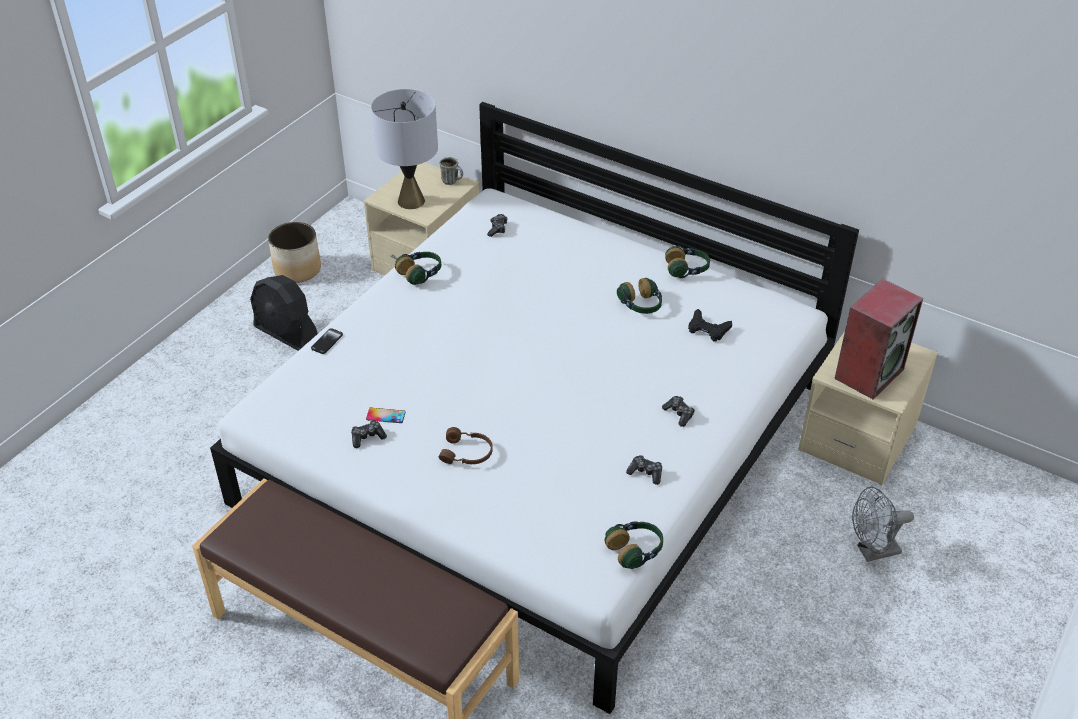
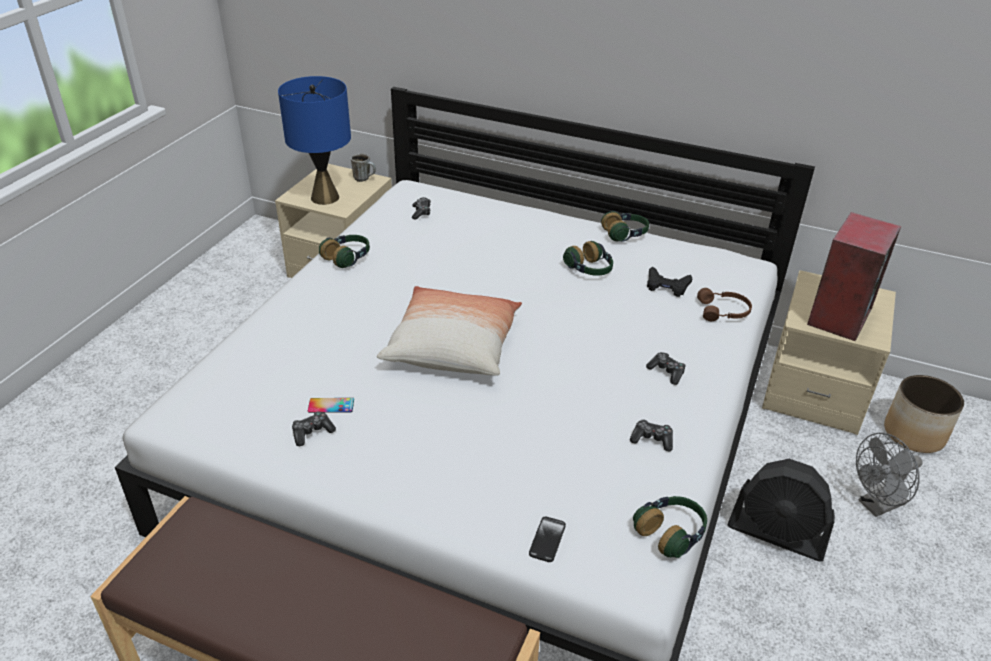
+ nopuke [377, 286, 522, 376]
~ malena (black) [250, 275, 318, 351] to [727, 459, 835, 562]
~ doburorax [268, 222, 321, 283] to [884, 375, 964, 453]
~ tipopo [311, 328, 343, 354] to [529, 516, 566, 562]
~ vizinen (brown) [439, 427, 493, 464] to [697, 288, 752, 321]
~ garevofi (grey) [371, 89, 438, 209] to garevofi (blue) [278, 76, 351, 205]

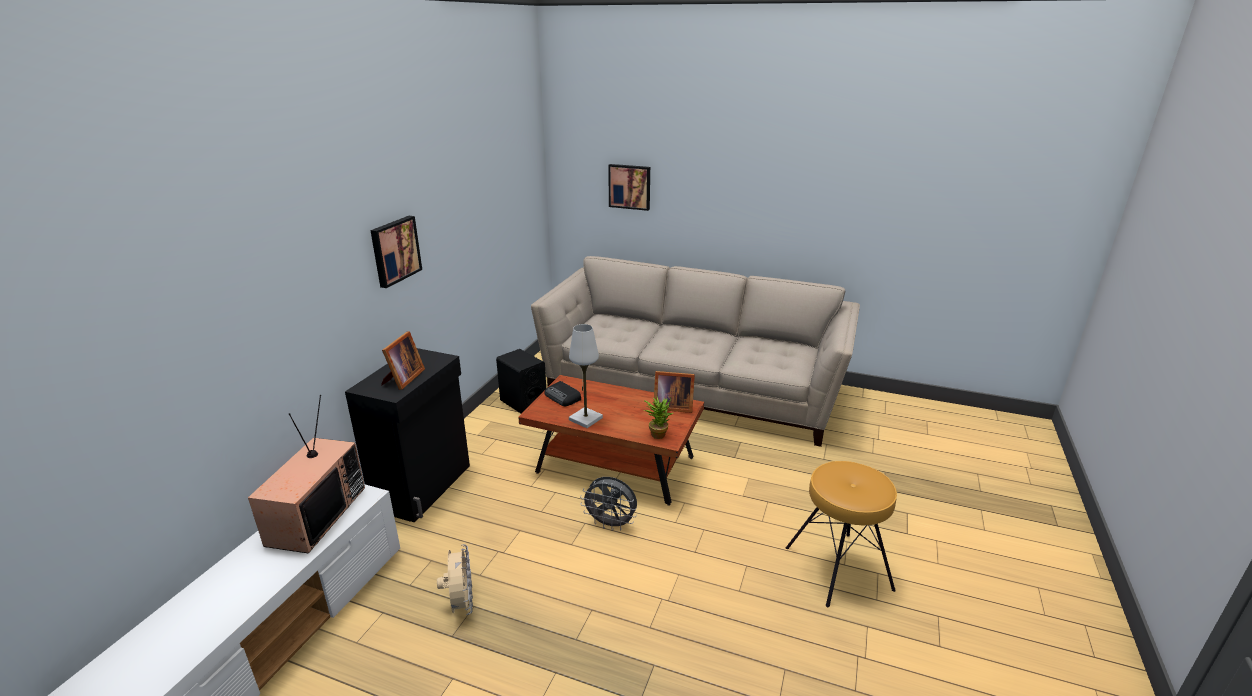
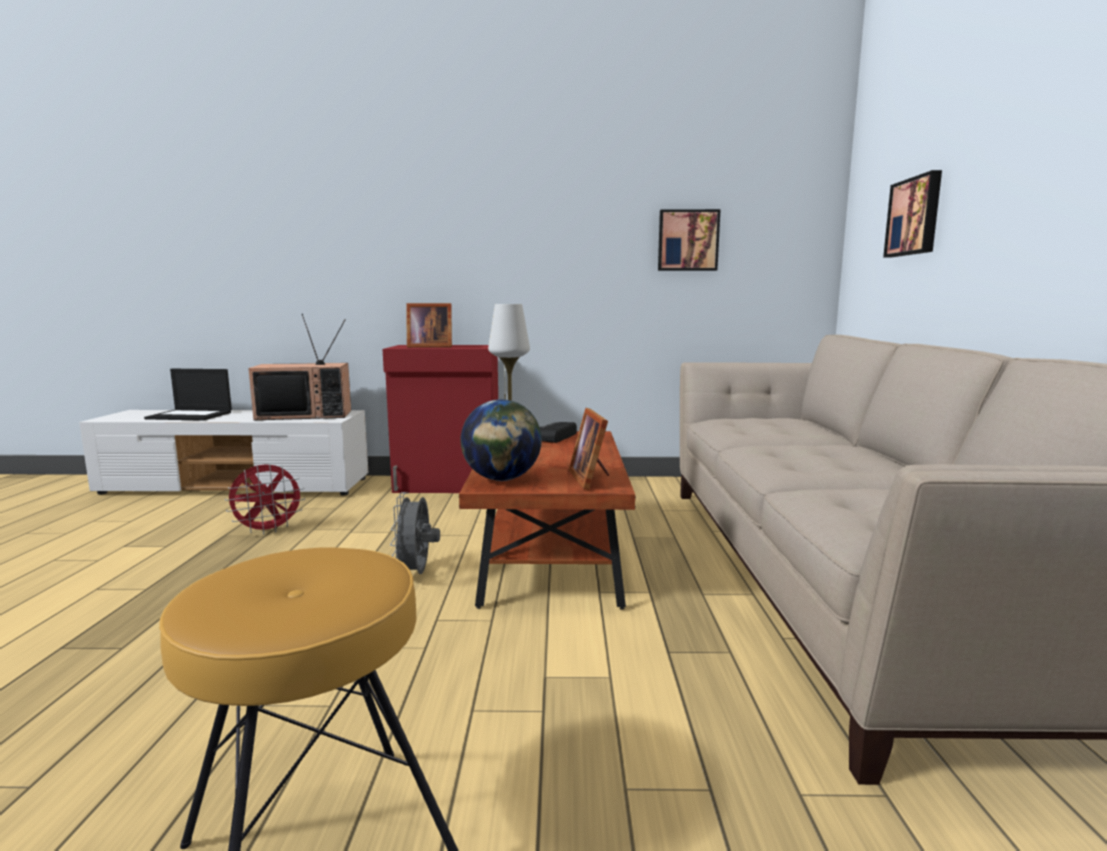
- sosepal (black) [496, 349, 546, 414]
+ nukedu [144, 369, 232, 421]
~ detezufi [370, 216, 422, 288] to [658, 209, 721, 271]
~ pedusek [644, 396, 673, 439] to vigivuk [461, 399, 542, 481]
~ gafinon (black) [345, 348, 470, 522] to gafinon (red) [383, 345, 498, 493]
~ malena (beige) [437, 544, 473, 615] to malena (red) [225, 463, 305, 535]

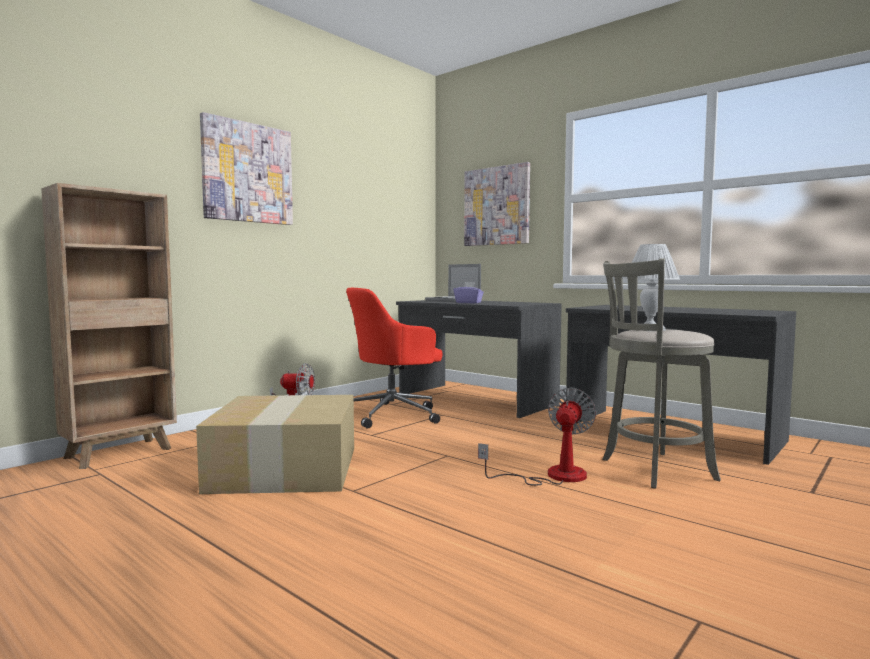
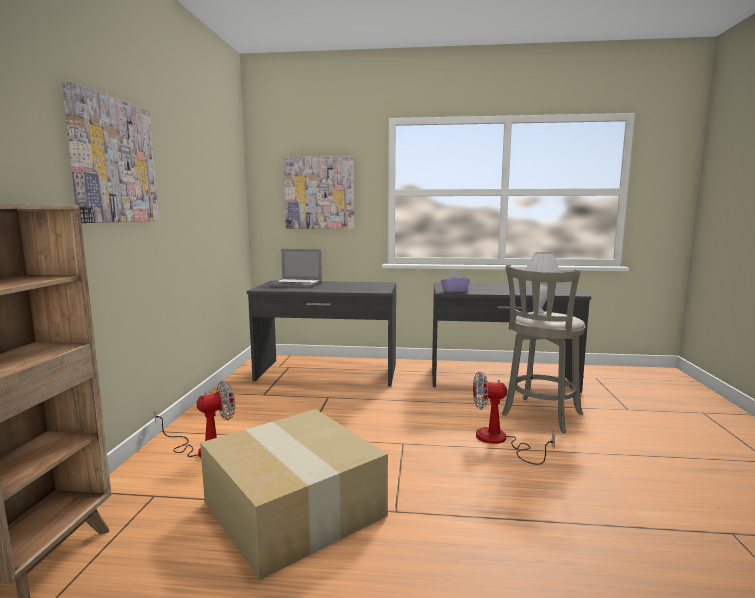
- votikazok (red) [346, 288, 442, 428]
~ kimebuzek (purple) [453, 282, 484, 303] to [441, 271, 470, 293]
~ malena [478, 388, 596, 486] = [473, 371, 555, 465] 75 degrees counterclockwise

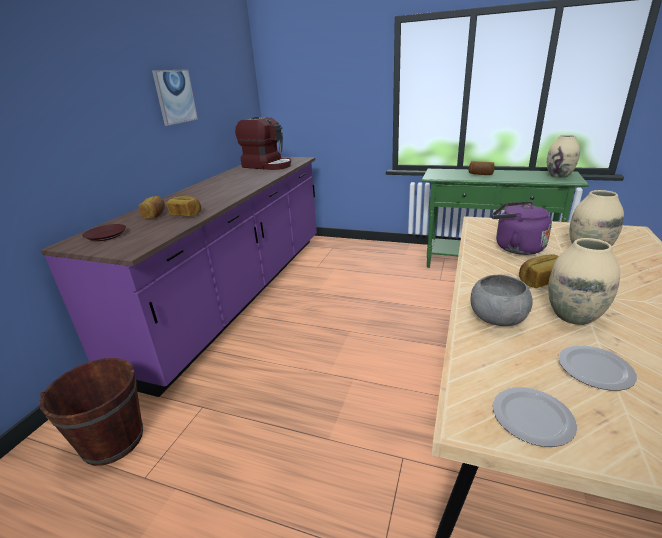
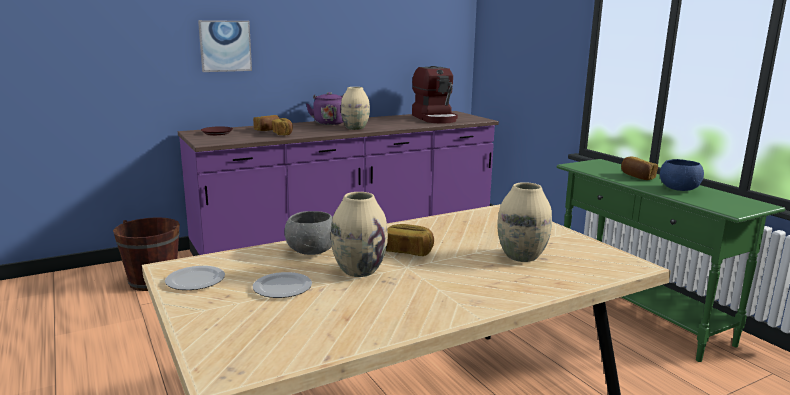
+ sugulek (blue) [660, 159, 704, 191]
~ detezufi [152, 69, 198, 126] to [198, 20, 252, 72]
~ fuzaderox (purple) [492, 201, 552, 255] to [306, 92, 344, 125]
~ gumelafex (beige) [547, 135, 580, 178] to [341, 87, 370, 130]

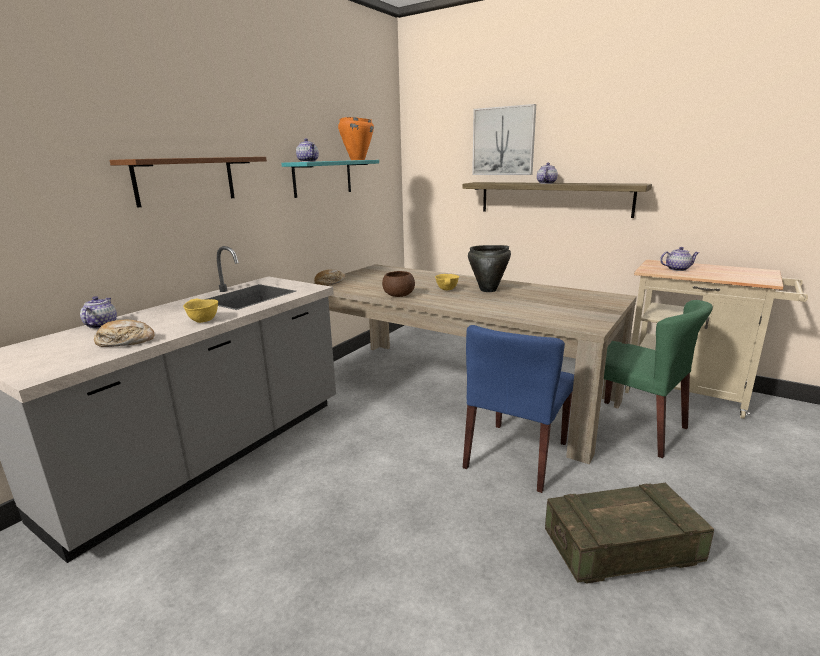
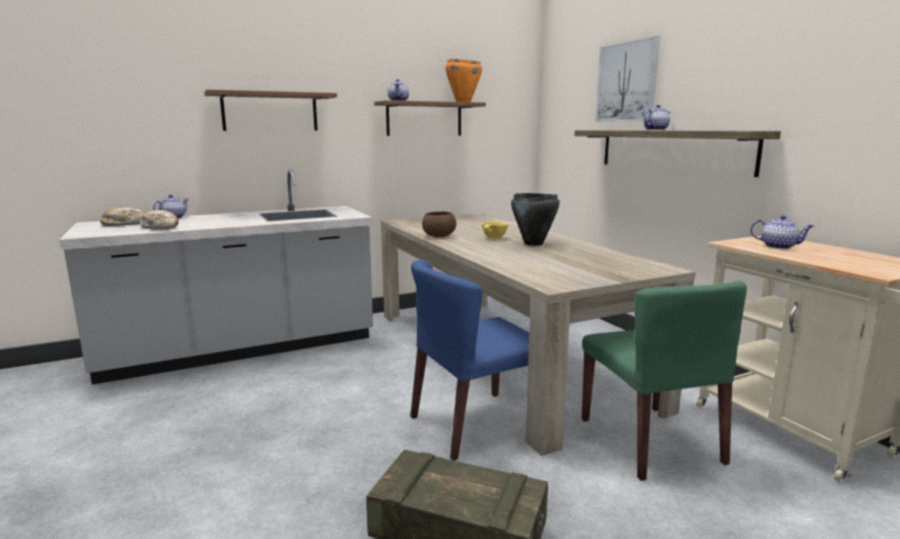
- sugulek (yellow) [183, 299, 218, 323]
~ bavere [314, 269, 345, 286] to [100, 207, 145, 226]
~ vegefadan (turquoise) [281, 160, 379, 198] to vegefadan (brown) [374, 100, 486, 136]

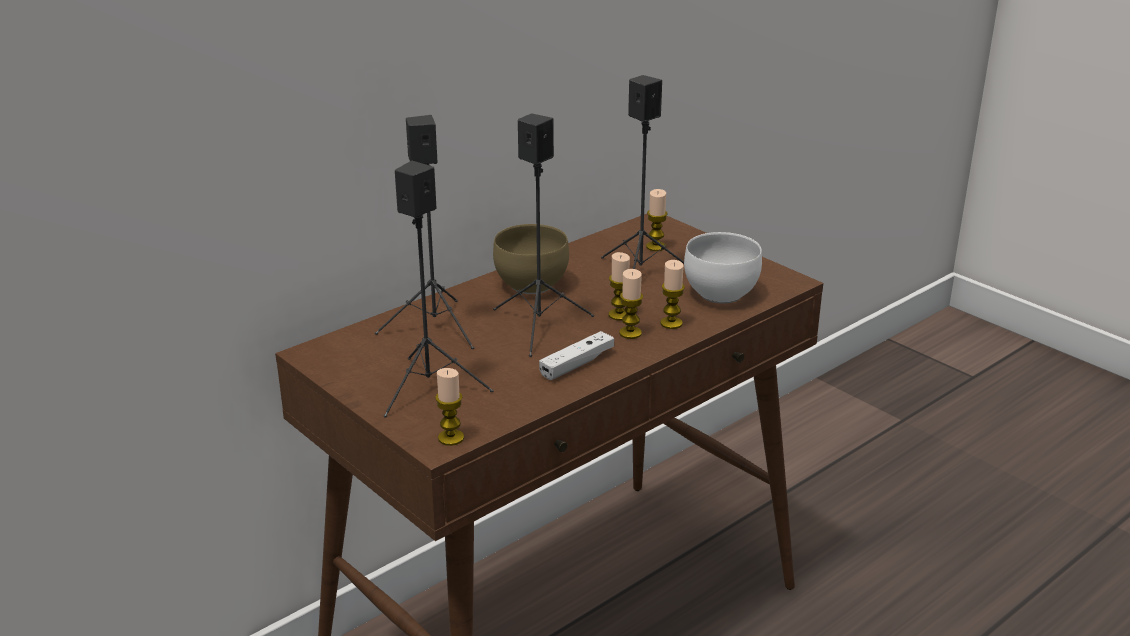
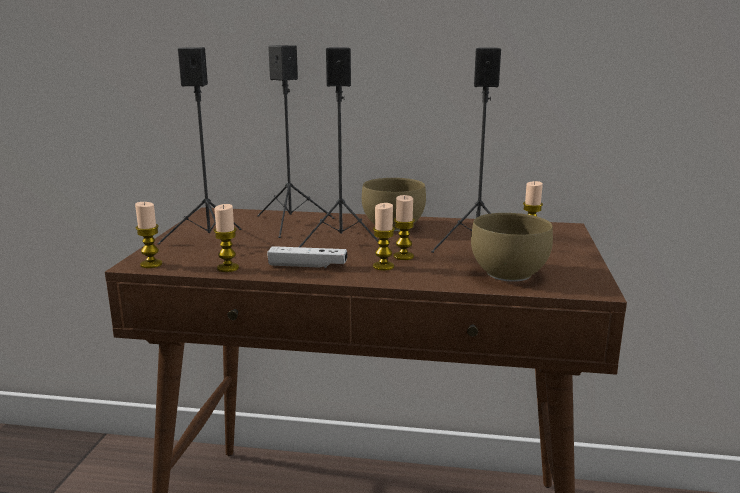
~ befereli [660, 260, 685, 329] to [214, 204, 239, 272]
~ sugulek (white) [684, 232, 762, 304] to sugulek (brown) [471, 213, 553, 282]

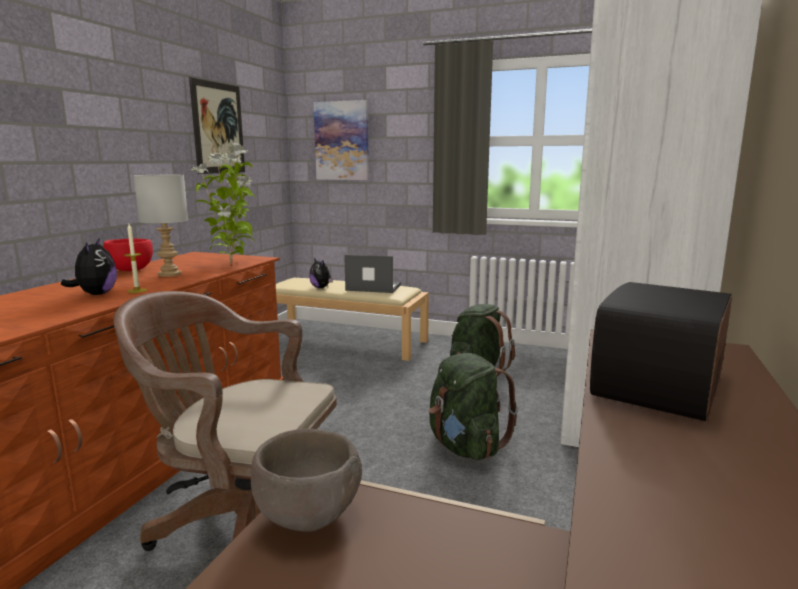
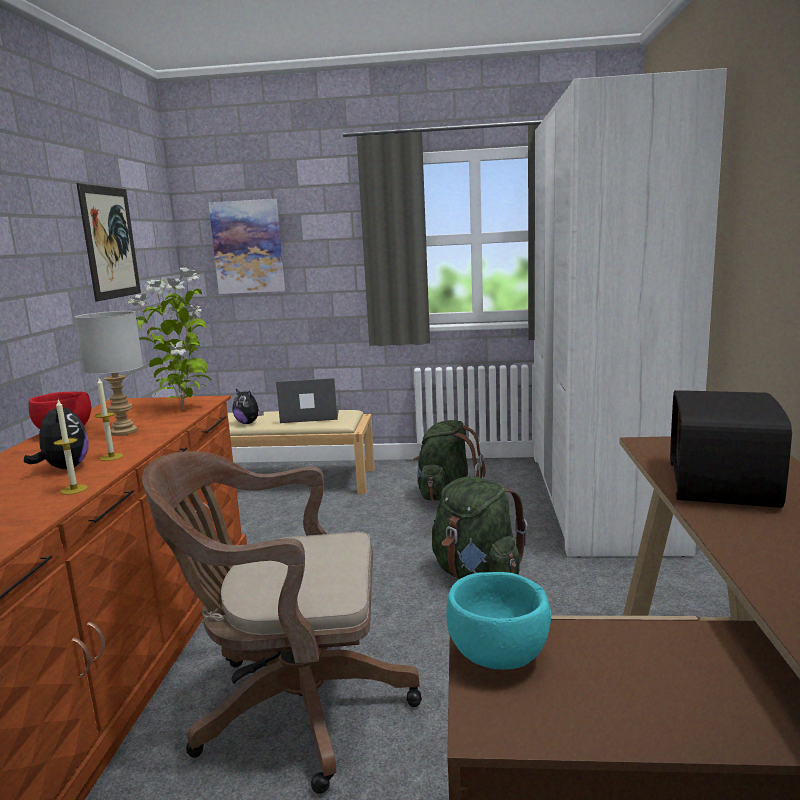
+ befereli [54, 400, 88, 495]
~ sugulek (brown) [251, 429, 362, 532] to sugulek (turquoise) [446, 572, 551, 670]

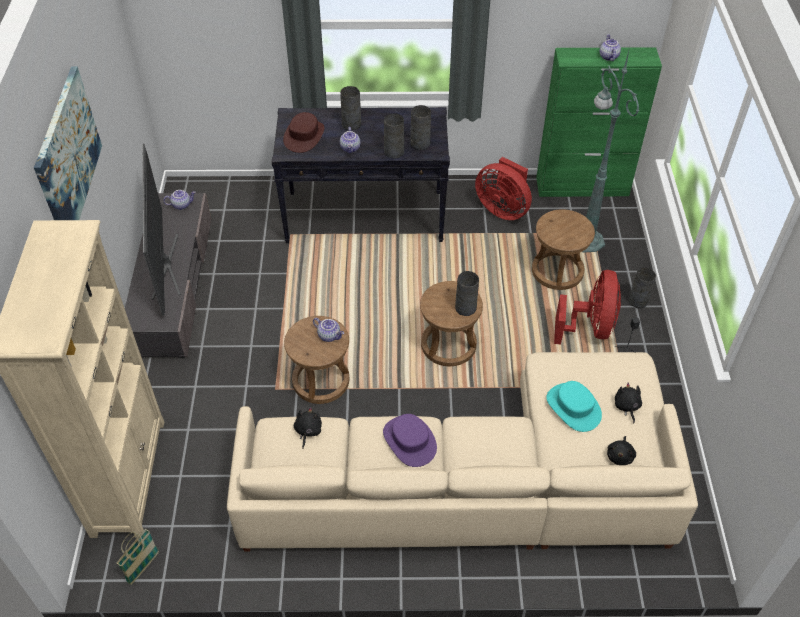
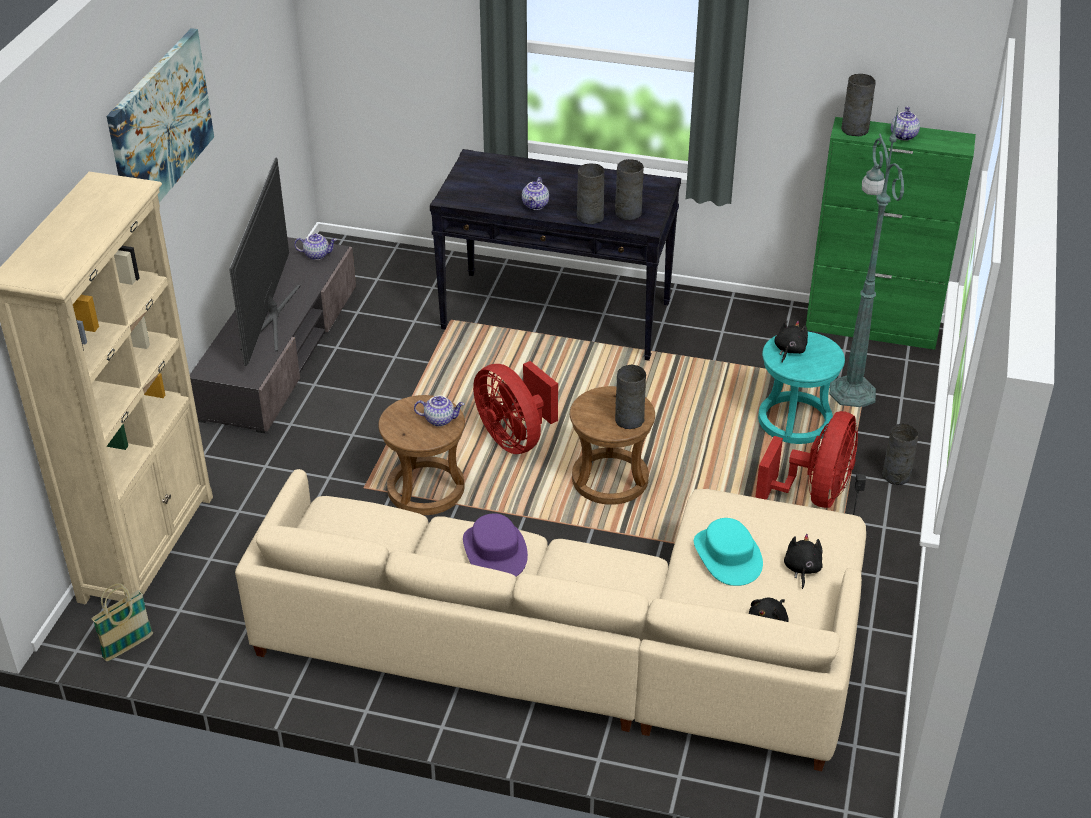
- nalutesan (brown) [283, 112, 324, 153]
~ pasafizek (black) [294, 407, 322, 448] to [774, 320, 808, 363]
~ gumelafex (grey) [340, 86, 361, 130] to [841, 74, 876, 136]
~ malena (red) [475, 157, 532, 220] to [473, 361, 558, 454]
~ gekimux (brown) [532, 209, 595, 290] to gekimux (turquoise) [758, 332, 845, 444]
~ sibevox [313, 318, 344, 342] = [414, 396, 464, 427] 45 degrees counterclockwise

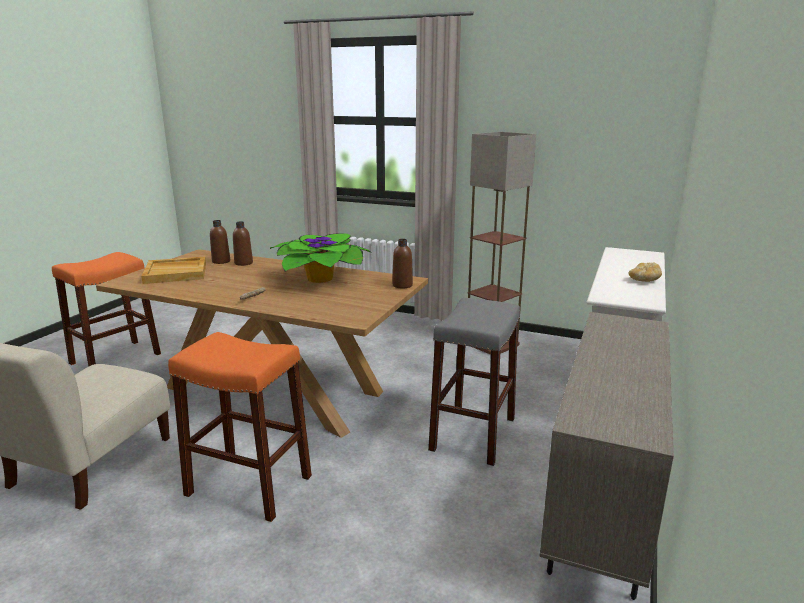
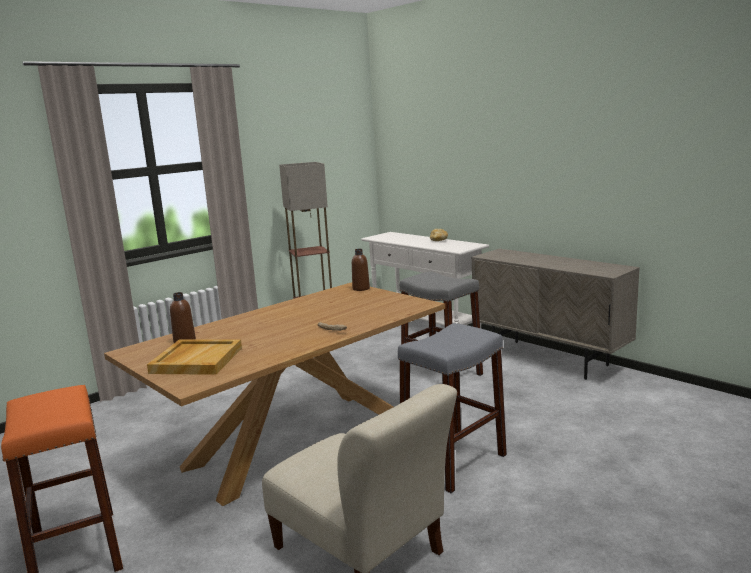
- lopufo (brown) [233, 221, 253, 266]
- pedusek [270, 233, 372, 283]
~ gekimux (orange) [168, 332, 312, 522] to gekimux (grey) [398, 323, 507, 493]

